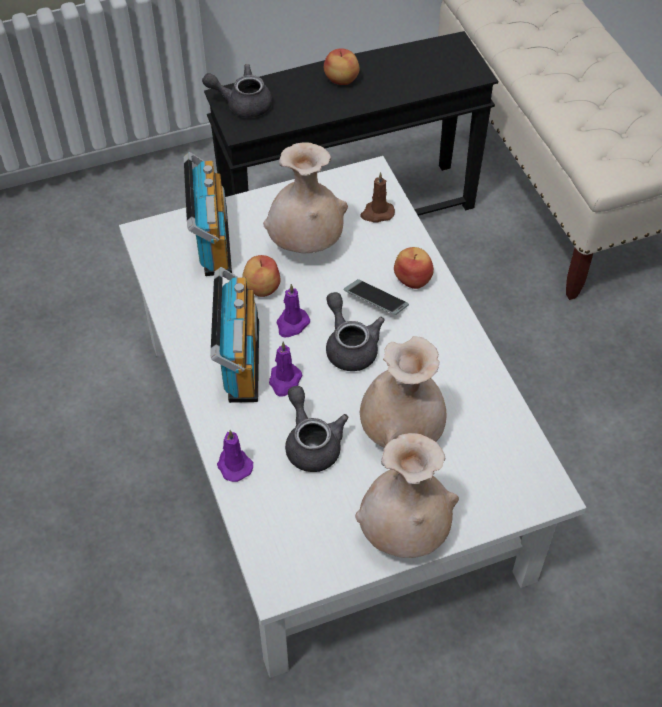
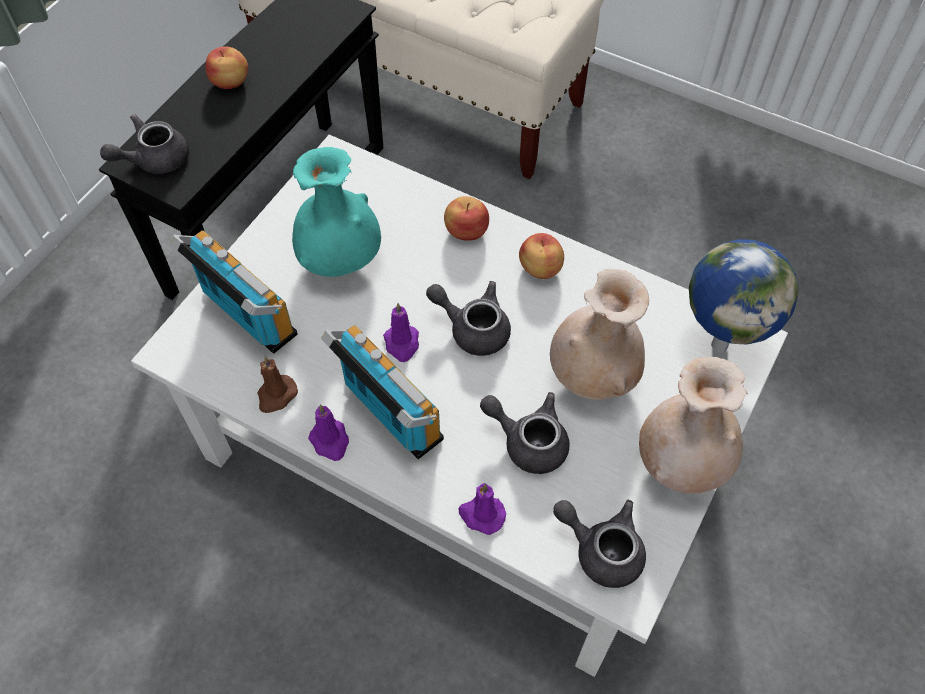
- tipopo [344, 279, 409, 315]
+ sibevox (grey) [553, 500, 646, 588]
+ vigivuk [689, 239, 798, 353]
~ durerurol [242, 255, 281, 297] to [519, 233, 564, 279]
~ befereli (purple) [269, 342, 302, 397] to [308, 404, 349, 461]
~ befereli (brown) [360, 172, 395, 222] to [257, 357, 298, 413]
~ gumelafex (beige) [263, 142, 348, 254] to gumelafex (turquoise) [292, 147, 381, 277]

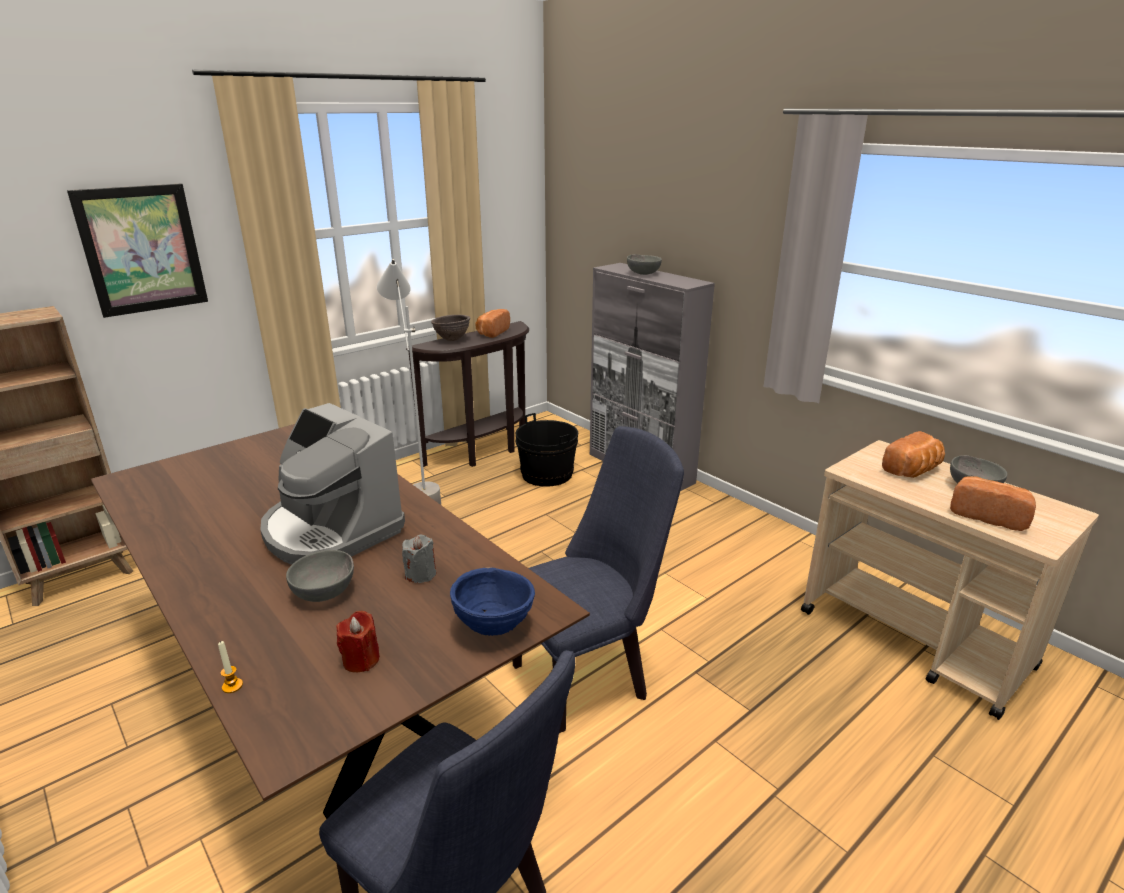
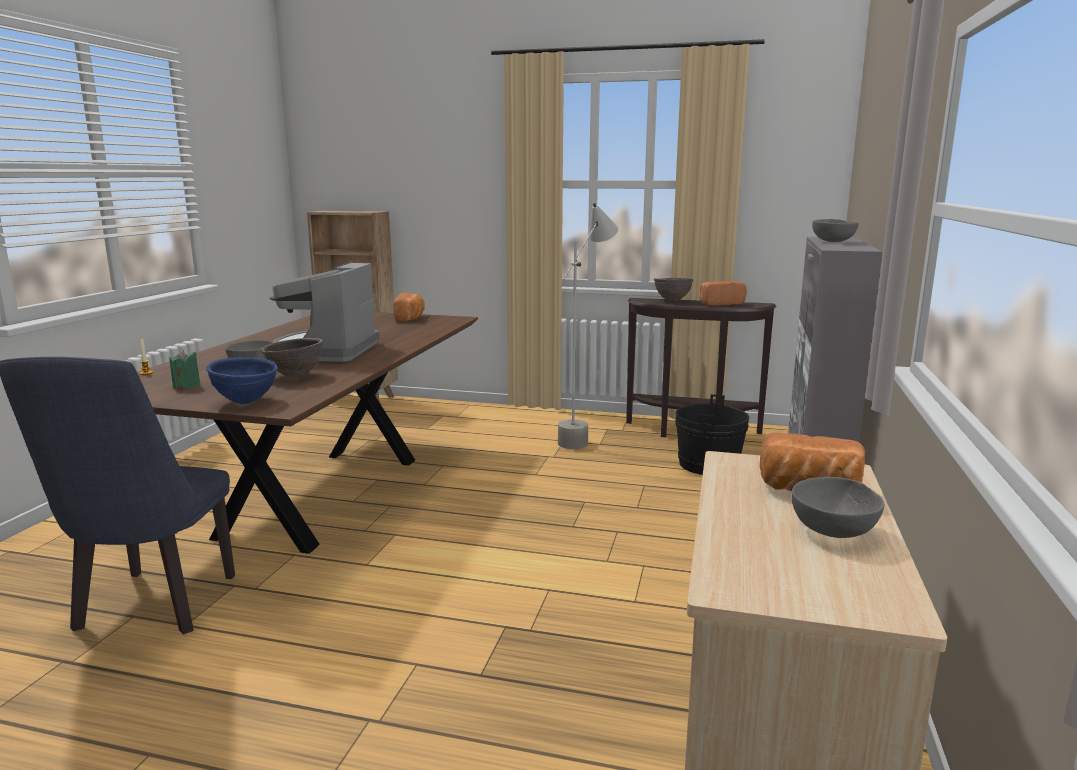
- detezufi [67, 183, 208, 318]
- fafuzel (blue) [513, 426, 684, 733]
~ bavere [950, 476, 1036, 531] to [394, 293, 425, 321]
~ befereli (grey) [402, 535, 436, 583] to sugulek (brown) [261, 338, 323, 378]
~ befereli (red) [336, 611, 380, 672] to befereli (green) [169, 350, 201, 389]

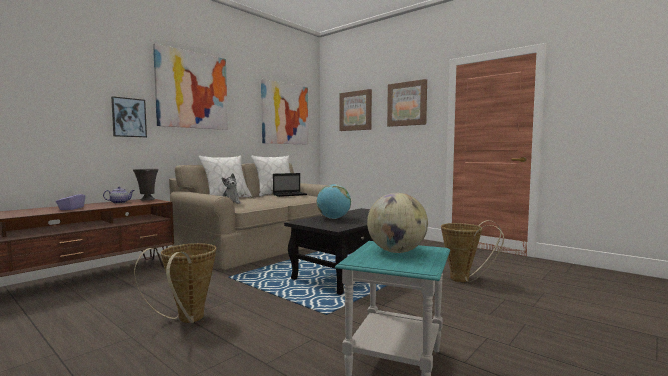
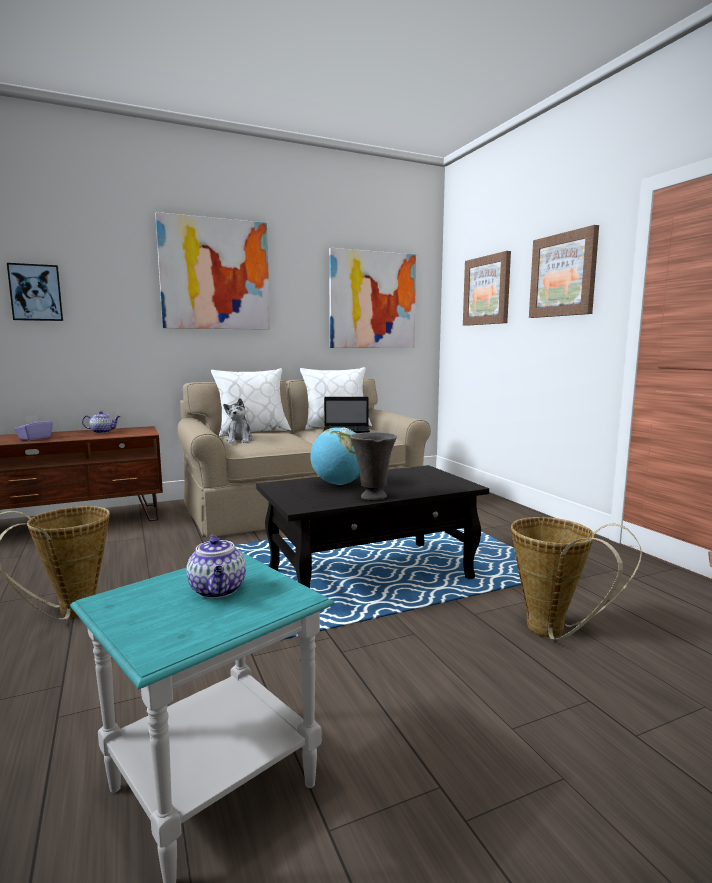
~ detezufi [111, 96, 147, 137] to [7, 263, 63, 321]
~ gumelafex (grey) [133, 169, 159, 200] to [350, 432, 397, 500]
~ vigivuk [367, 193, 428, 253] to sibevox [186, 535, 246, 598]

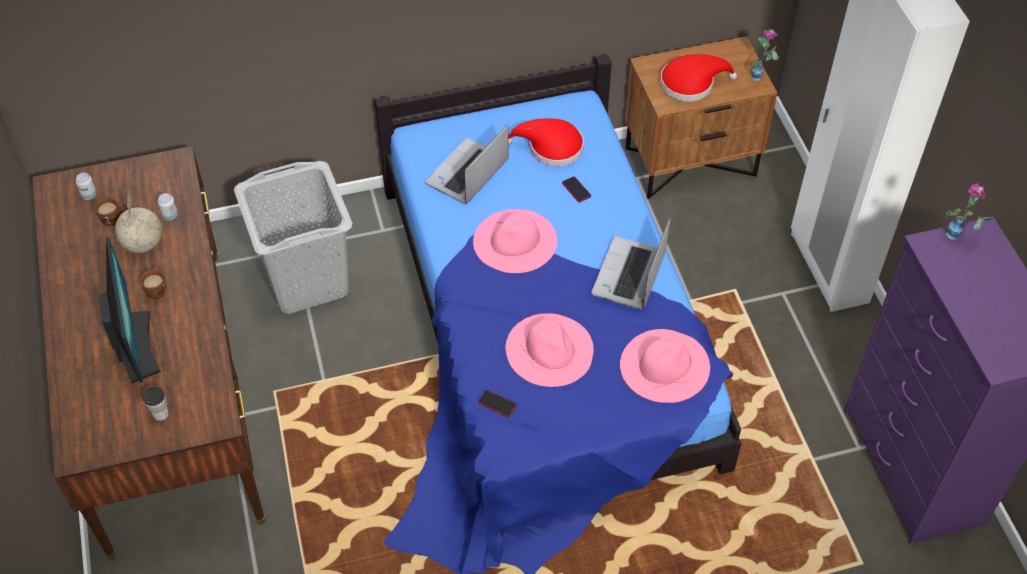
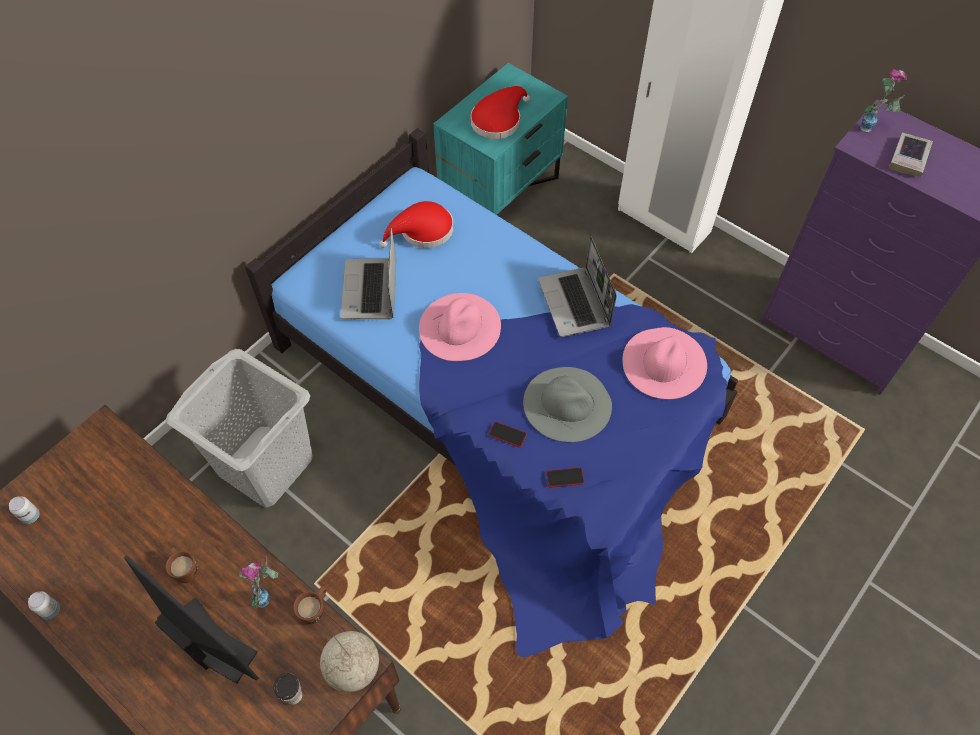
+ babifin [889, 133, 933, 177]
~ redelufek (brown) [94, 197, 128, 226] to [293, 586, 327, 624]
~ vigivuk [115, 192, 162, 253] to [320, 631, 379, 692]
~ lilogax [157, 193, 178, 221] to [28, 591, 60, 619]
~ tipopo [562, 176, 591, 202] to [489, 422, 527, 447]
~ gumelafex [751, 29, 779, 81] to [239, 556, 278, 608]
~ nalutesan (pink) [506, 313, 594, 387] to nalutesan (grey) [523, 367, 612, 442]
~ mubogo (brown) [625, 36, 777, 199] to mubogo (turquoise) [434, 63, 568, 216]

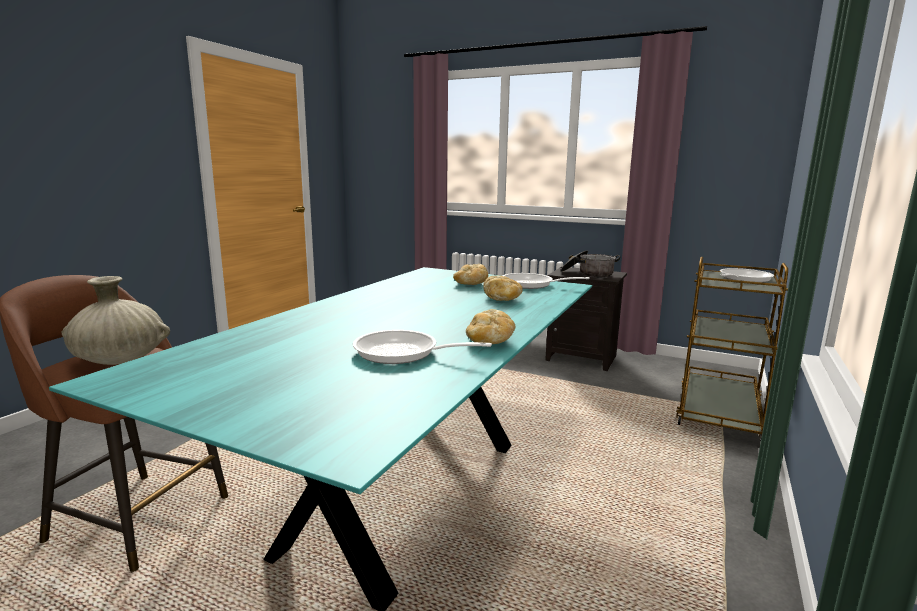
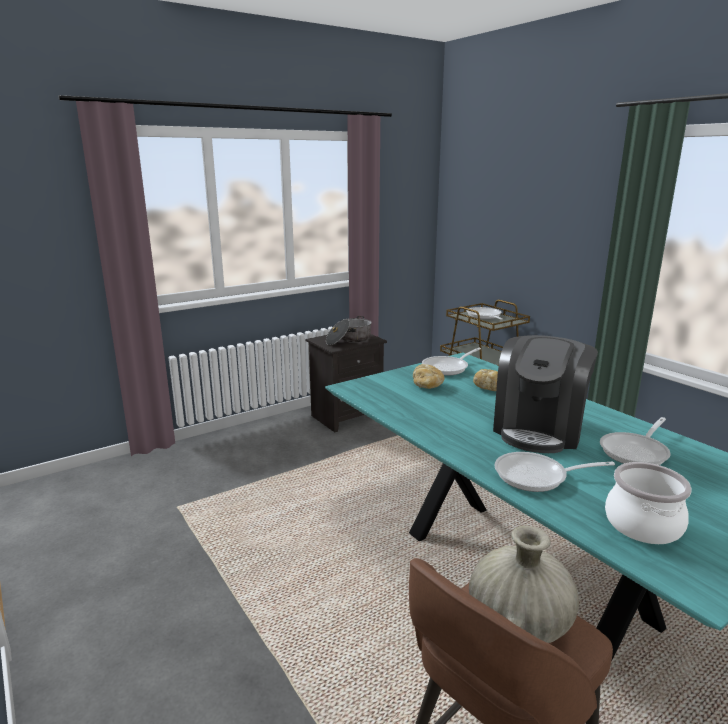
- bavere [466, 309, 516, 344]
+ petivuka [493, 335, 598, 453]
+ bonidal [494, 452, 615, 492]
+ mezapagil [605, 462, 691, 544]

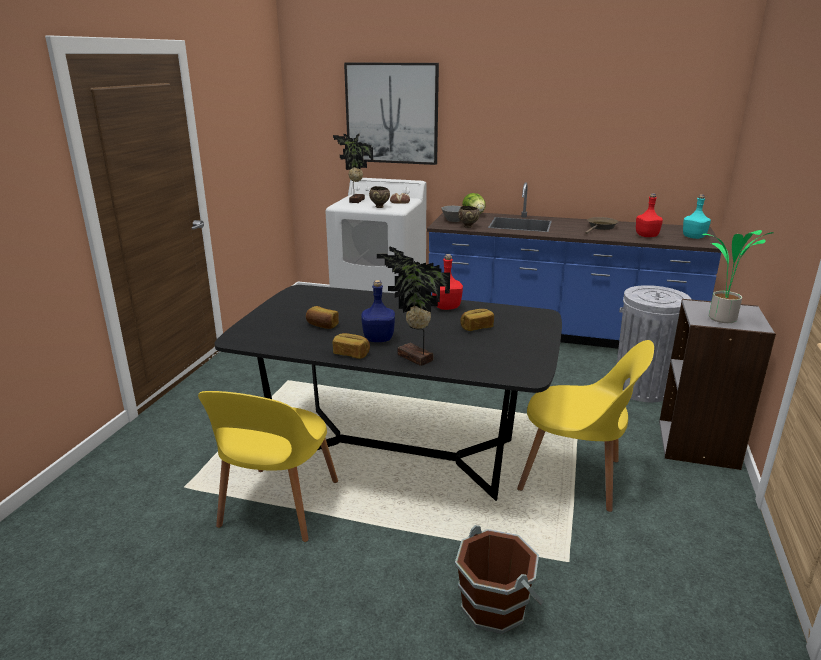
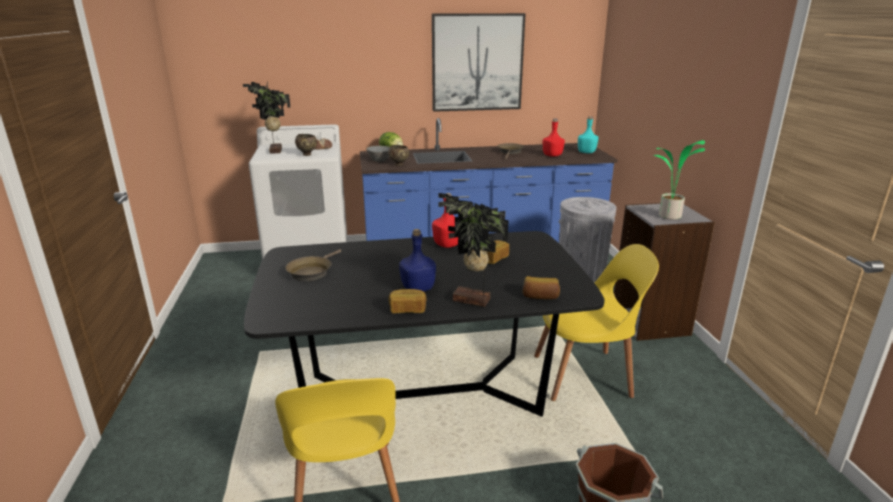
+ bonidal (brown) [286, 249, 341, 281]
~ bavere [306, 306, 339, 329] to [523, 276, 560, 299]
~ detezufi [344, 63, 439, 165] to [432, 13, 526, 112]

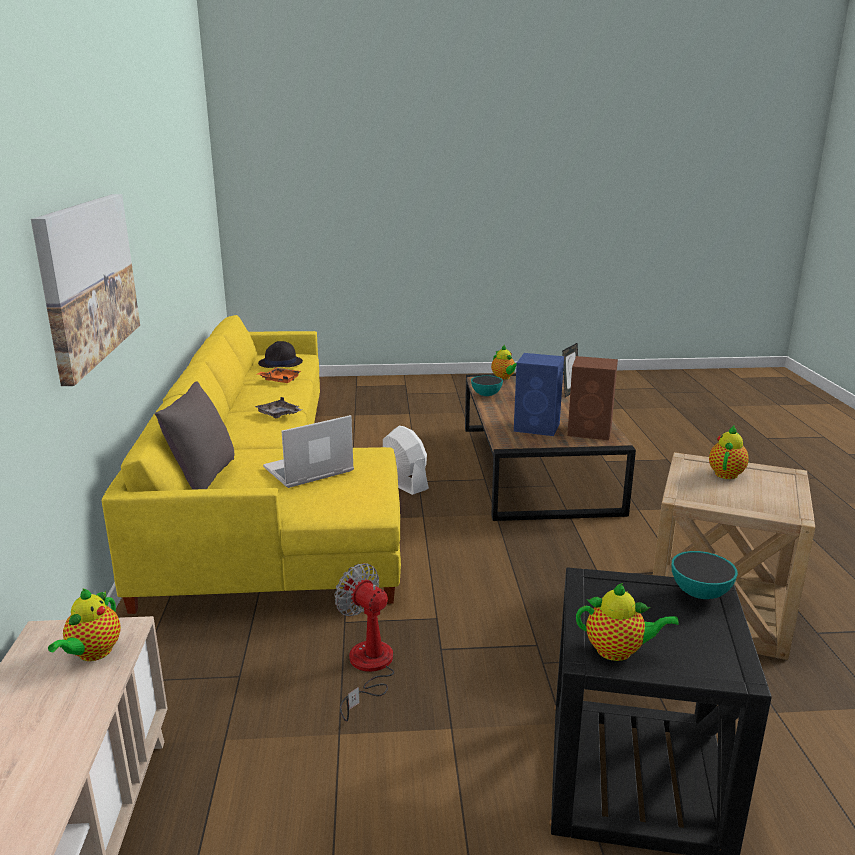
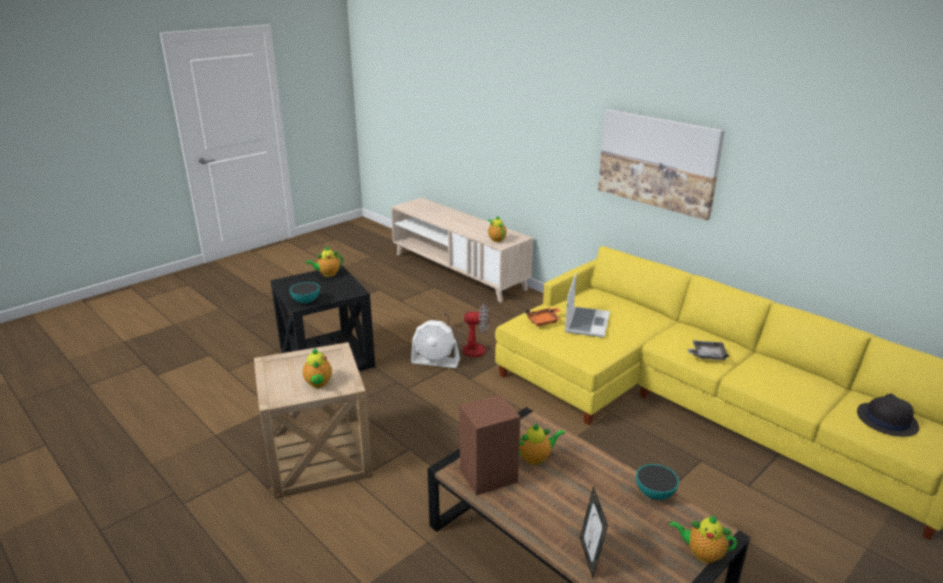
- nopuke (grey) [155, 382, 234, 490]
~ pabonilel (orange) [257, 368, 301, 383] to [525, 308, 561, 326]
~ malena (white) [383, 426, 429, 495] to [411, 320, 460, 368]
~ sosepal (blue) [514, 353, 564, 436] to sibevox [519, 423, 565, 465]

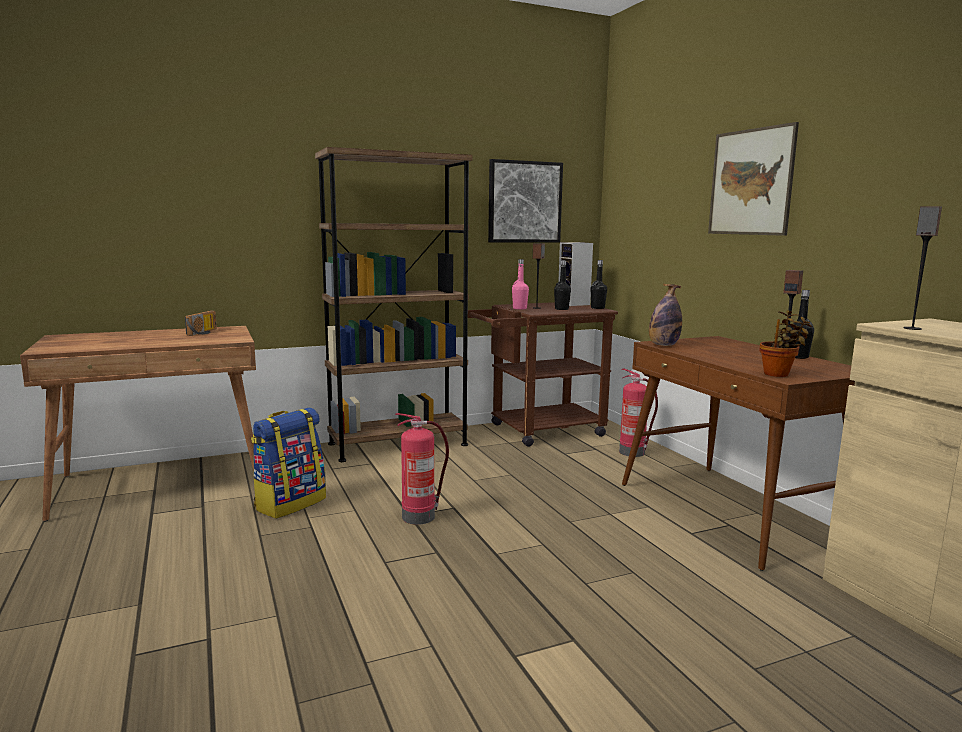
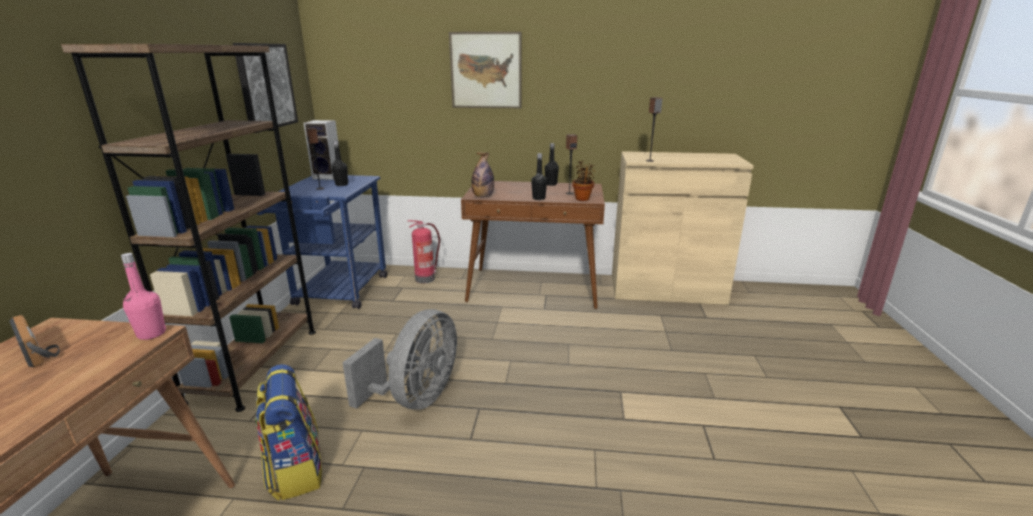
~ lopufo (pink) [512, 259, 529, 310] to [121, 253, 166, 340]
~ lopufo (black) [591, 260, 607, 309] to [531, 153, 547, 200]
~ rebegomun [395, 413, 449, 525] to malena (grey) [342, 309, 457, 410]
~ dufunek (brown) [468, 302, 618, 447] to dufunek (blue) [257, 175, 387, 309]

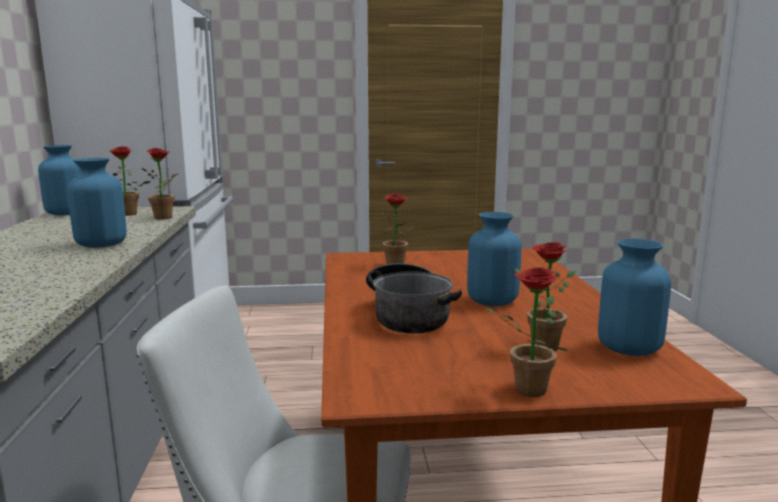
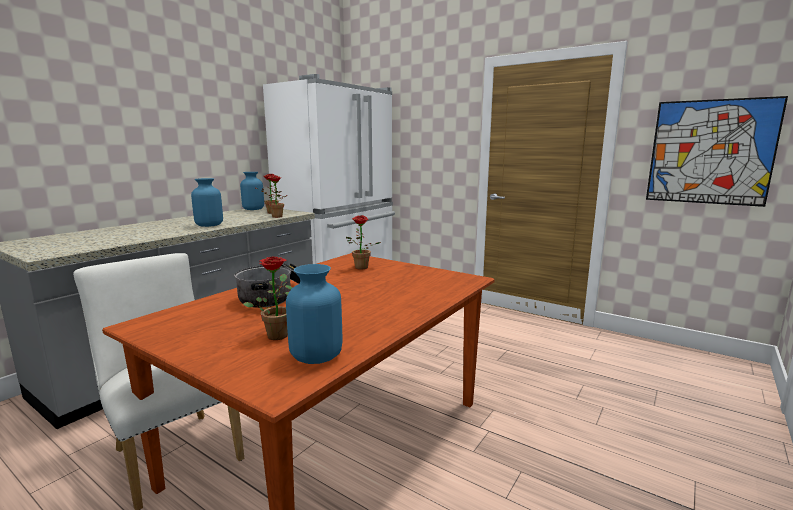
- gumelafex (blue) [467, 212, 522, 306]
- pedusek [483, 267, 568, 397]
+ detezufi [646, 96, 788, 207]

